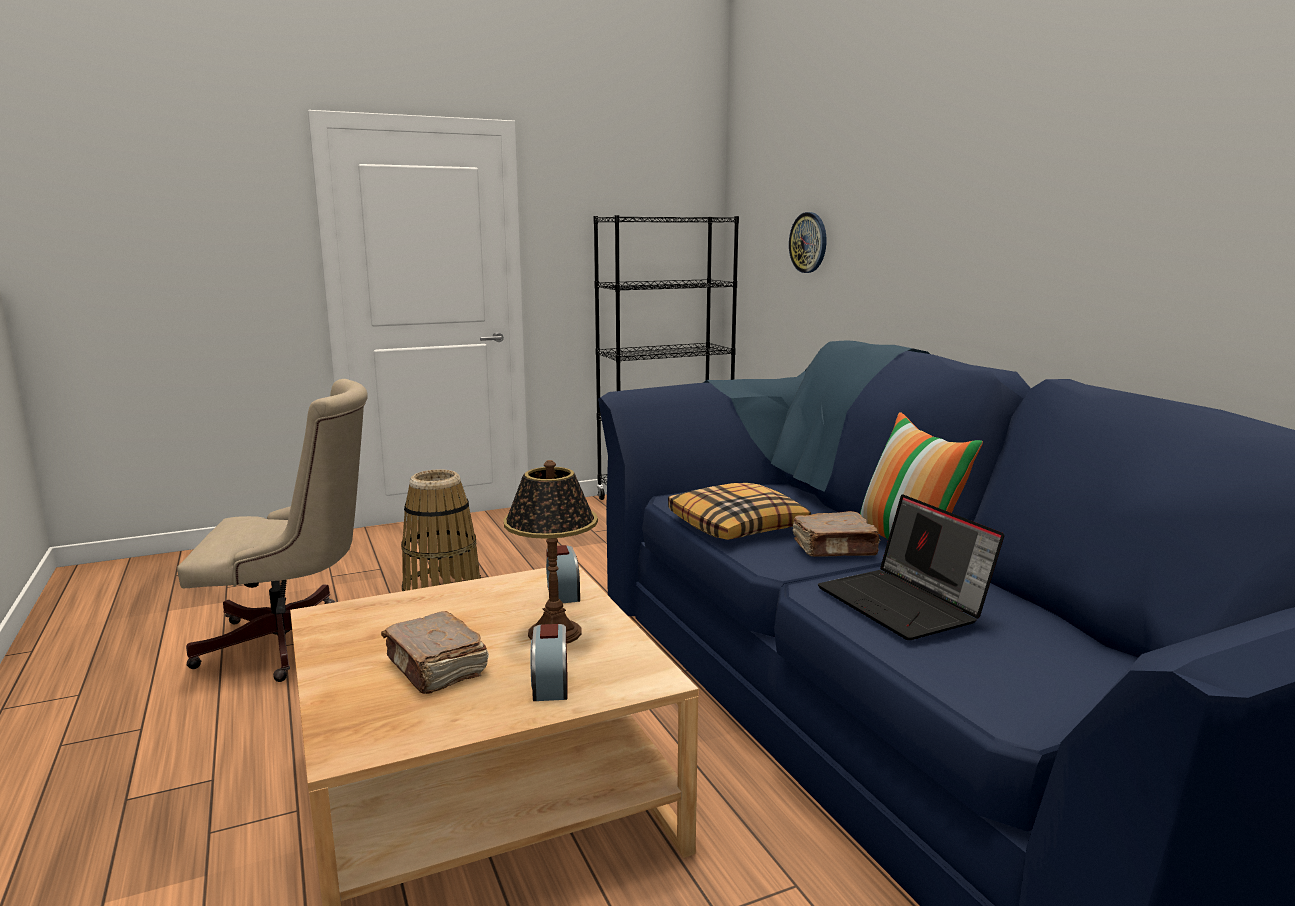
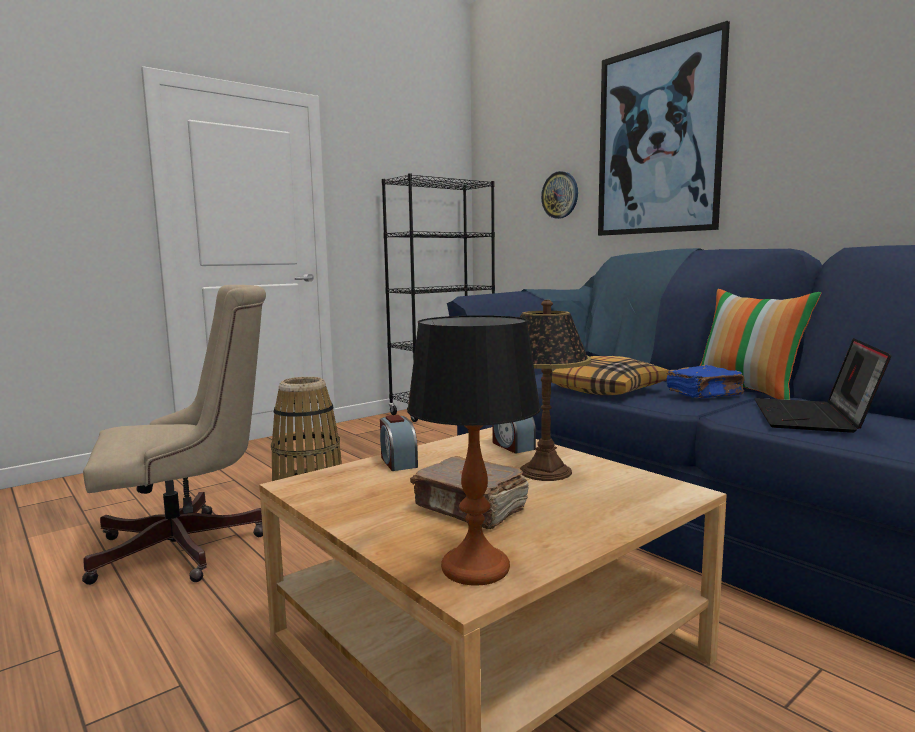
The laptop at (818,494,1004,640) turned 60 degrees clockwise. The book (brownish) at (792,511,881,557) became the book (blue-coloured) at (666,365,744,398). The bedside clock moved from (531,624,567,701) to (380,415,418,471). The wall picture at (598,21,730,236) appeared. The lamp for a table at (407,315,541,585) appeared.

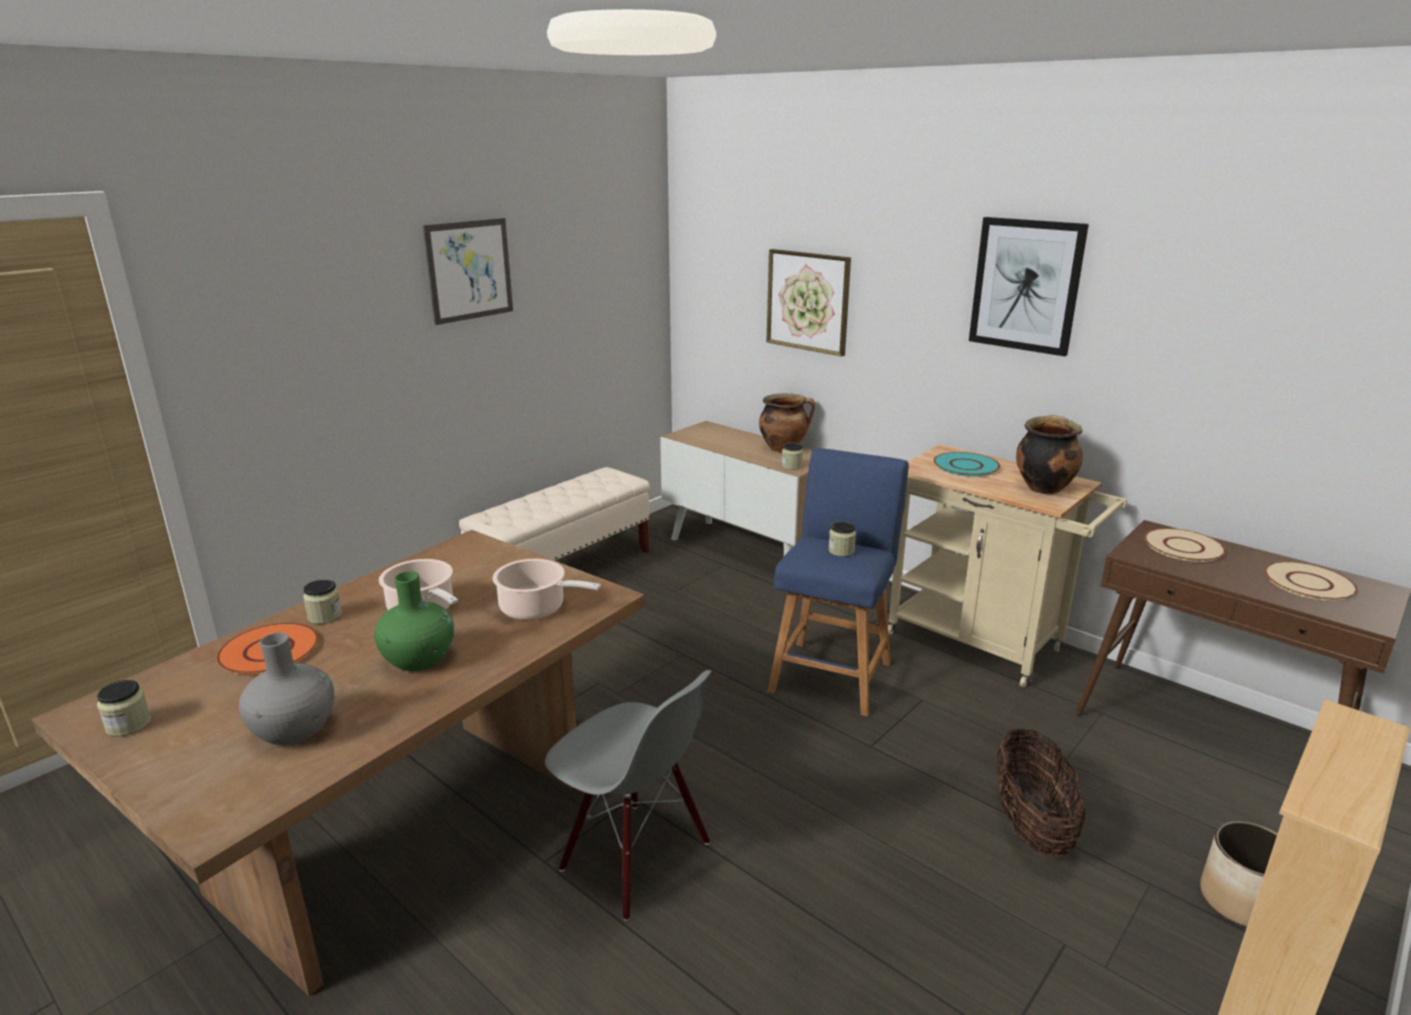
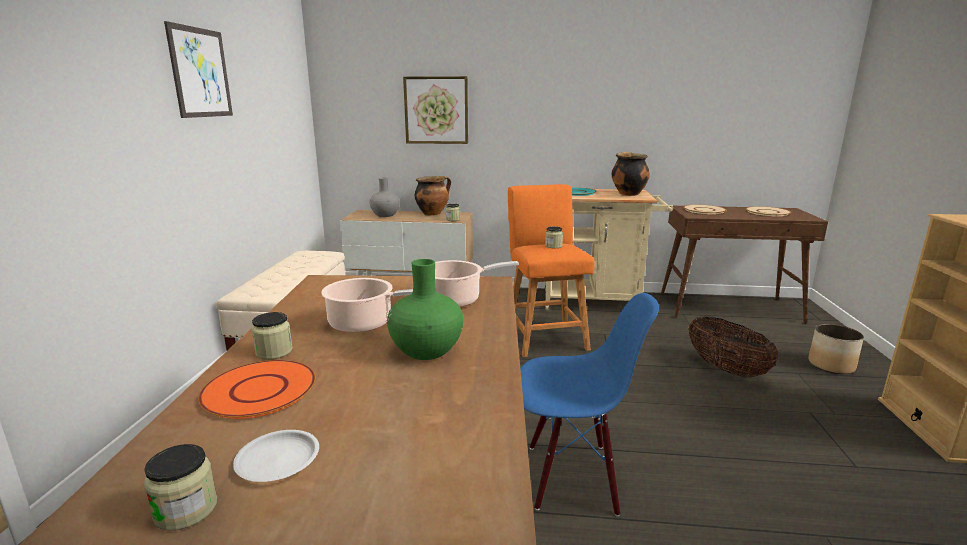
The wall picture at (969,217,1089,356) disappeared. The stool (blue-coloured) at (767,448,909,716) became the stool (orange) at (508,184,595,357). The flower vase (gray) moved from (239,633,334,745) to (370,178,400,217). The upright chair (gray) at (545,670,712,921) became the upright chair (blue-coloured) at (520,293,659,516). The flat dish (white) at (233,430,319,482) appeared.

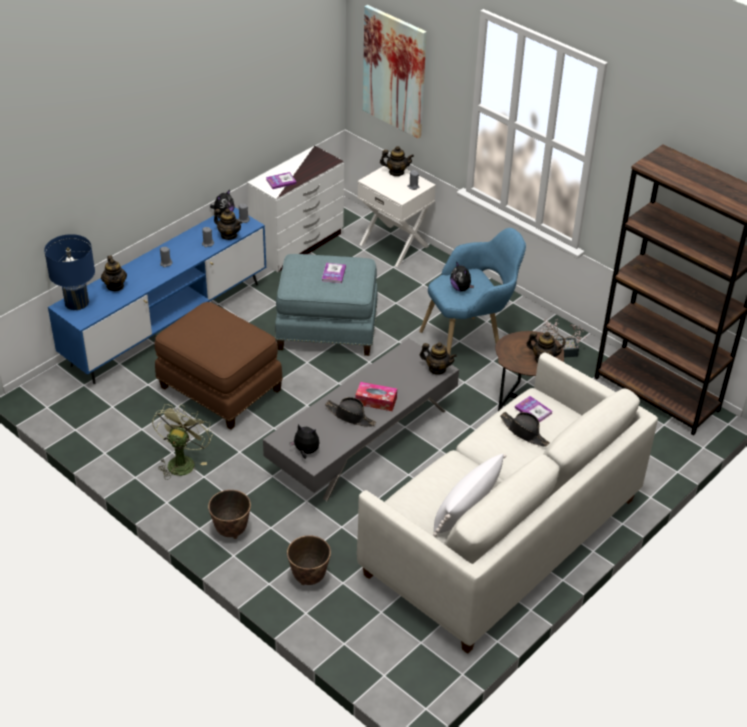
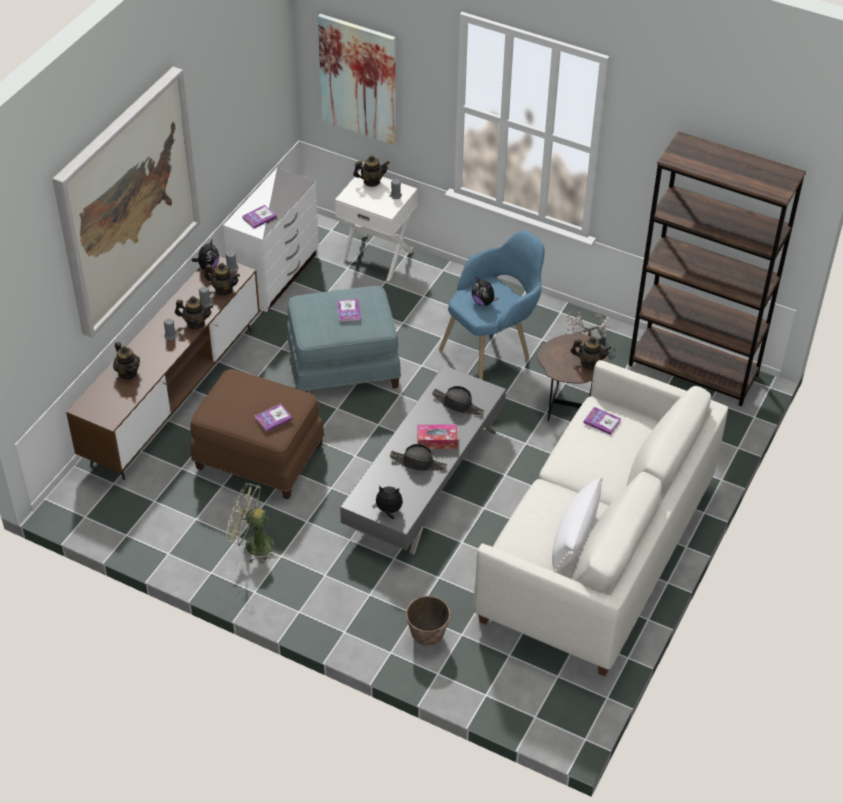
The tv unit (blue-coloured) at (48,207,266,384) became the tv unit (brownish) at (66,256,260,480). The lamp for a table (blue-coloured) at (44,234,95,310) disappeared. The teapot moved from (420,342,457,375) to (175,296,213,329). The cooling fan (green) at (152,404,213,480) turned 75 degrees counterclockwise. The hat (black) moved from (500,412,550,447) to (432,386,484,415). The planter at (208,490,251,539) disappeared. The wall picture at (52,67,200,338) appeared. The book at (255,404,293,432) appeared.

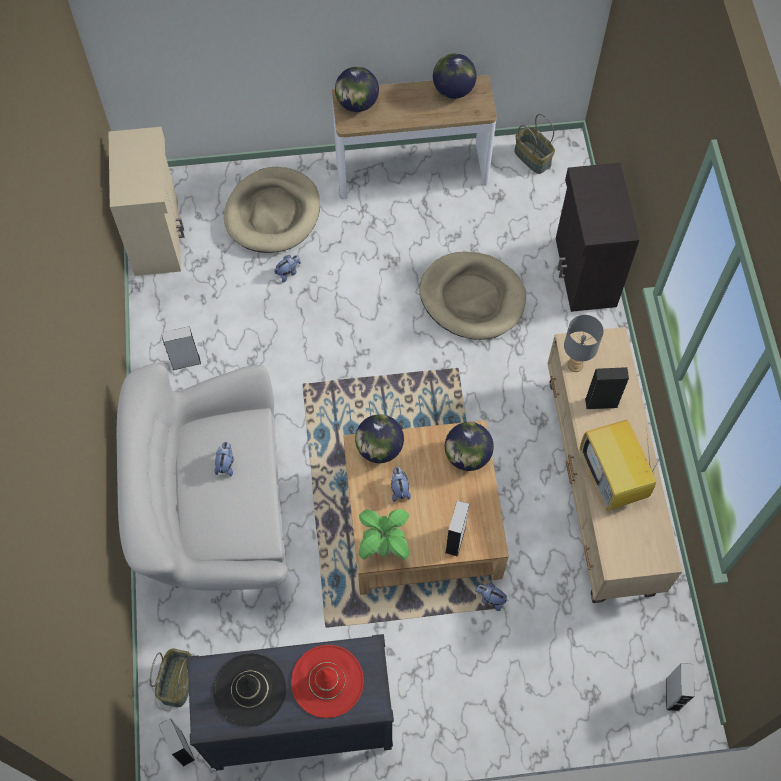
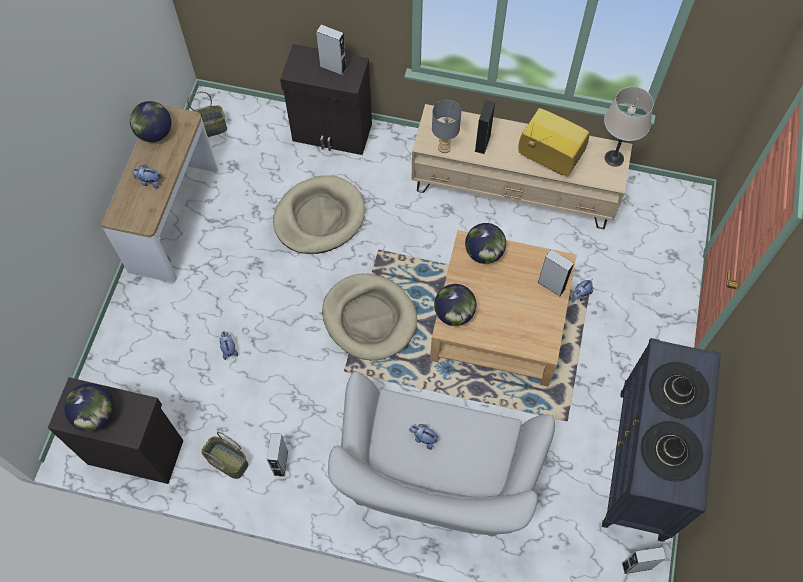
The globe moved from (335,67,379,112) to (64,383,114,431). The cabinet (sand-coloured) at (109,127,184,276) became the cabinet (black) at (48,377,183,484). The pet bed (sand-coloured) moved from (224,167,320,253) to (322,273,417,360). The TV set at (580,419,662,511) turned 150 degrees counterclockwise. The soft toy moved from (391,467,411,502) to (133,165,162,189). The houseplant at (359,509,409,560) disappeared. The hat (red) at (291,645,364,718) became the hat (black) at (649,362,710,419). The storage basket moved from (150,649,192,707) to (201,432,248,479). The speaker (gray) moved from (666,663,694,711) to (316,25,347,76). The lamp for a table (sand-coloured) at (604,87,654,167) appeared.

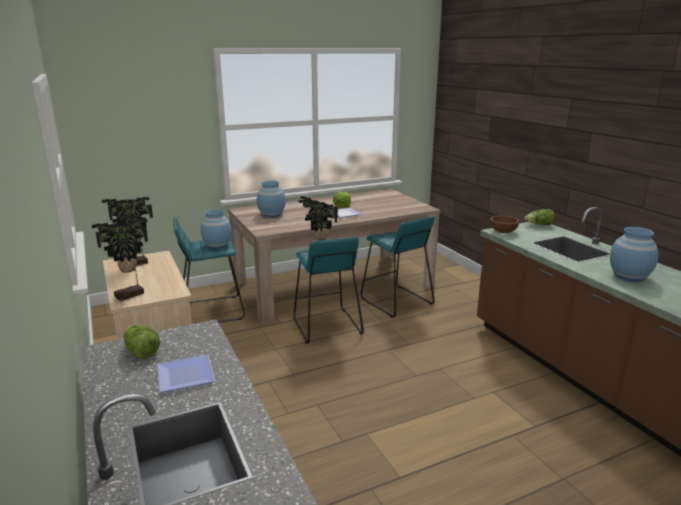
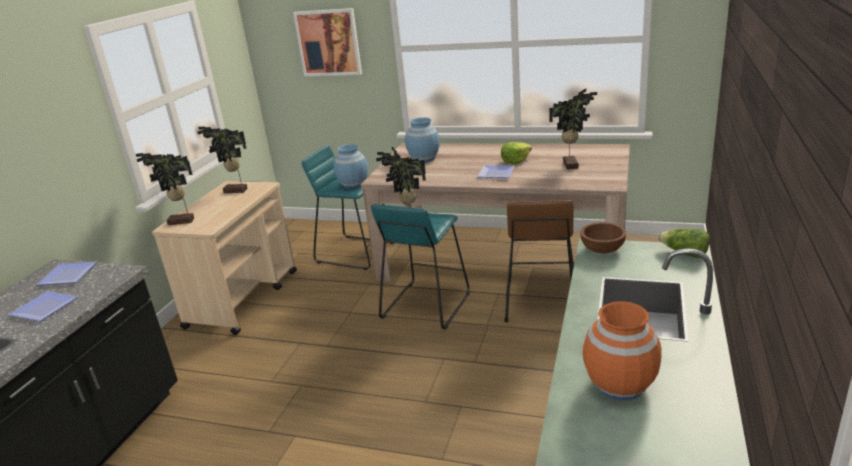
The stool (turquoise-coloured) at (361,216,435,318) became the stool (brownish) at (504,200,574,322). The flower vase (blue-coloured) at (610,227,658,282) became the flower vase (orange) at (583,301,662,400). The lettuce at (124,325,160,359) was replaced by the flat dish at (36,262,97,285). The wall picture at (293,8,362,76) appeared. The houseplant at (549,89,597,169) appeared.

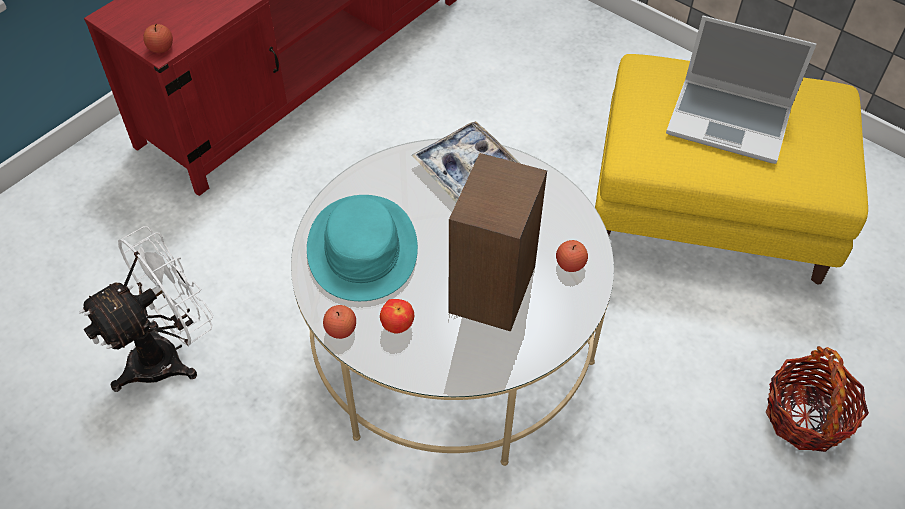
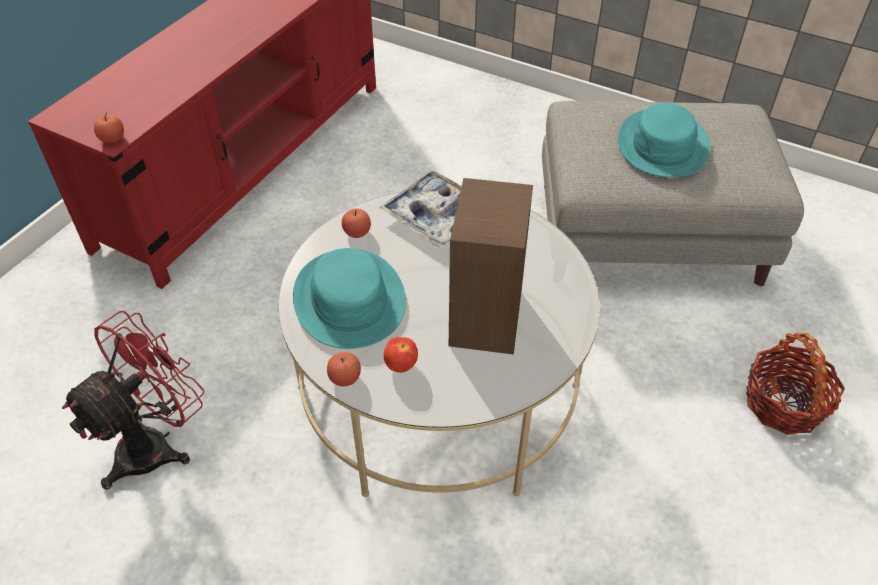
The laptop at (666,16,817,164) was replaced by the hat (turquoise-coloured) at (618,103,710,178). The pouffe (yellow) at (595,54,868,284) became the pouffe (gray) at (542,101,804,286). The cooling fan (white) at (79,226,213,392) became the cooling fan (red) at (62,311,205,490). The apple fruit moved from (556,240,588,272) to (342,209,371,238).

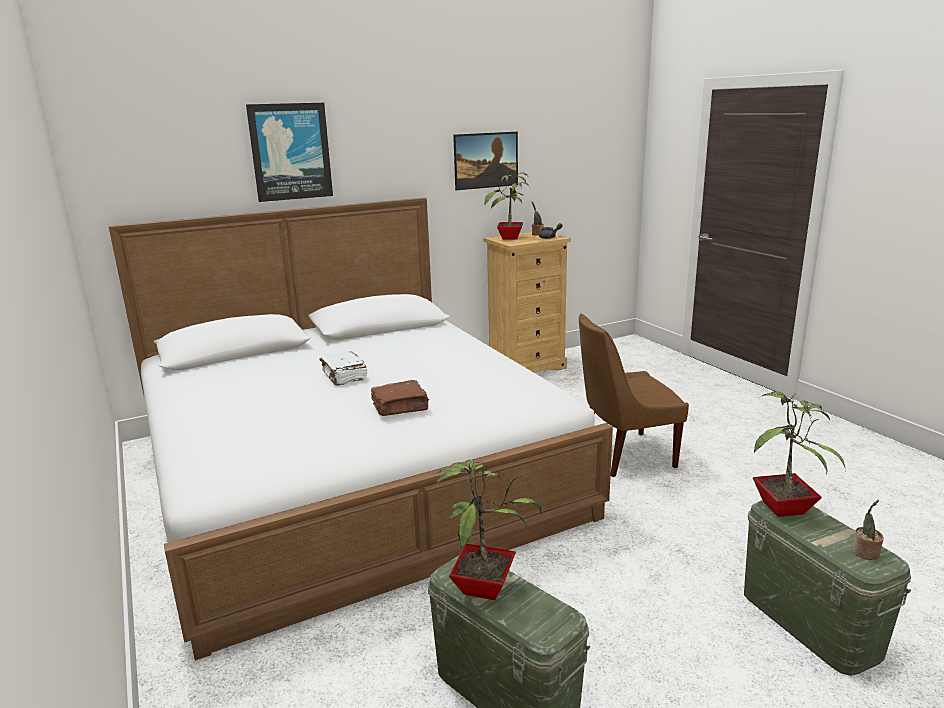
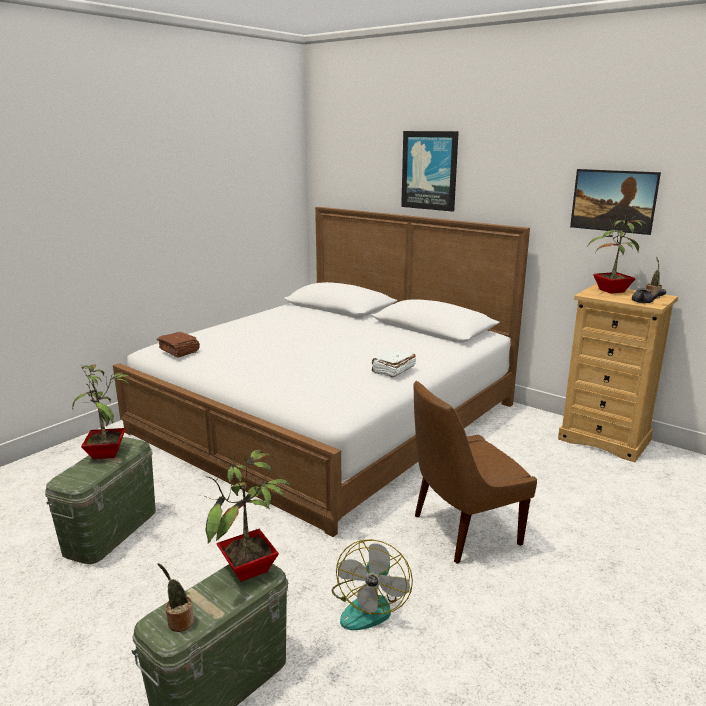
The upright chair (brownish) at (579,313,689,477) turned 75 degrees counterclockwise. The book (white) moved from (320,351,368,386) to (372,349,416,378). The book (brownish) moved from (371,380,429,416) to (157,332,200,357). The cooling fan at (332,539,413,630) appeared.

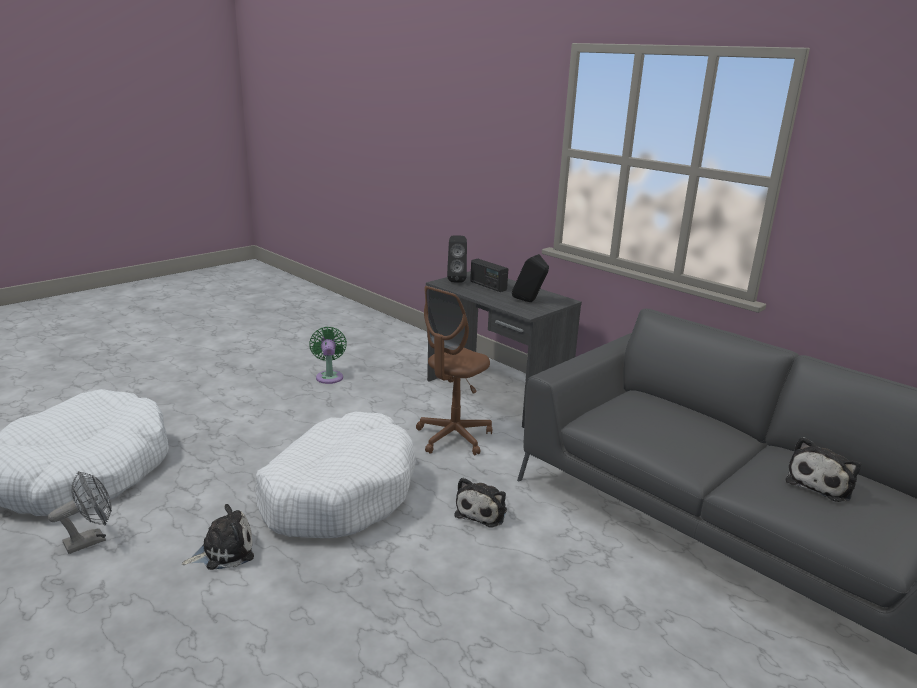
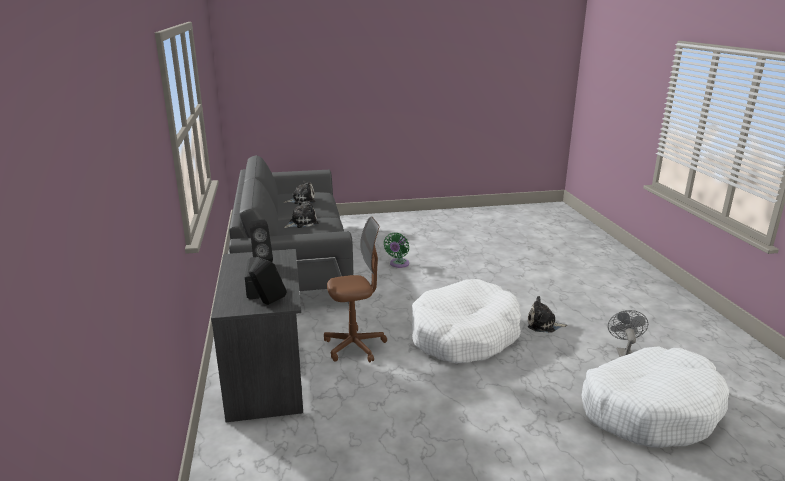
The cooling fan (green) moved from (309,327,347,384) to (384,233,409,268). The cooling fan (gray) at (48,471,112,554) turned 105 degrees clockwise. The soft toy moved from (454,478,507,527) to (284,201,319,228).

